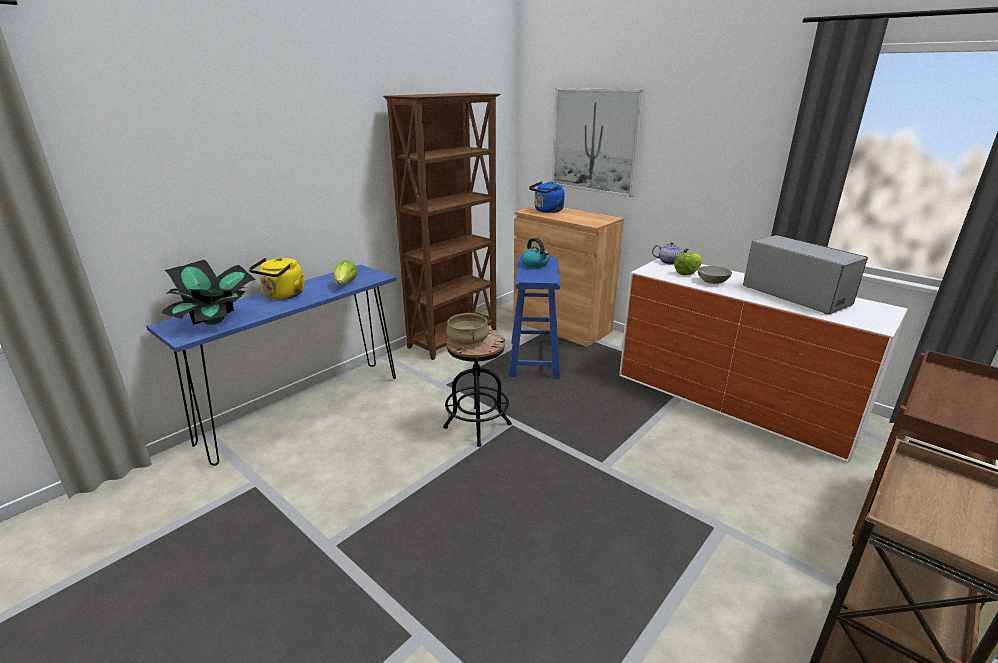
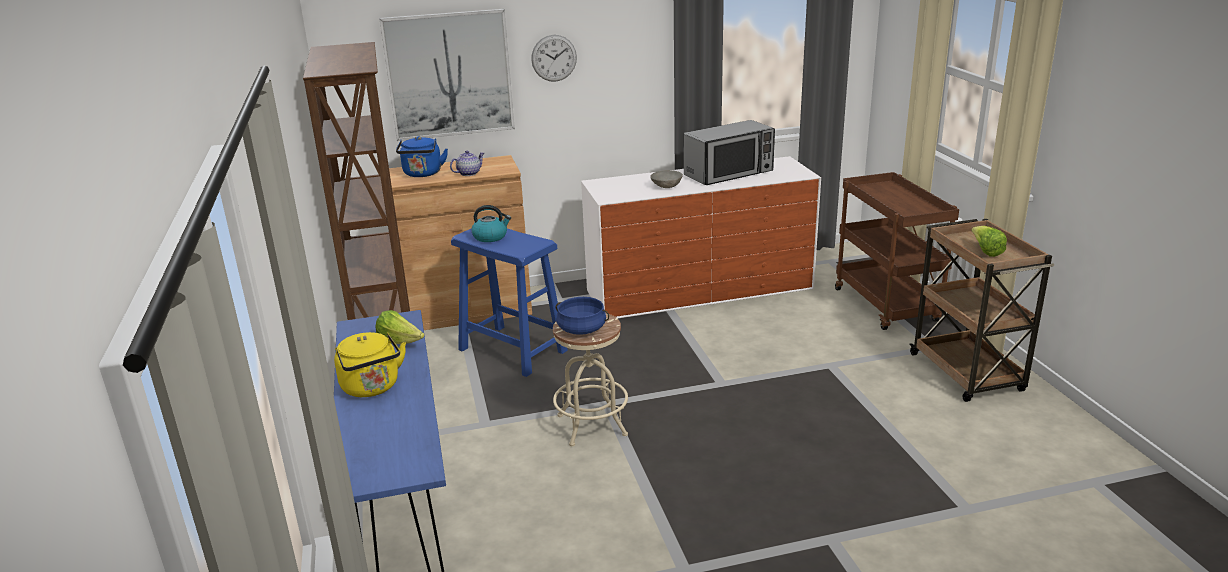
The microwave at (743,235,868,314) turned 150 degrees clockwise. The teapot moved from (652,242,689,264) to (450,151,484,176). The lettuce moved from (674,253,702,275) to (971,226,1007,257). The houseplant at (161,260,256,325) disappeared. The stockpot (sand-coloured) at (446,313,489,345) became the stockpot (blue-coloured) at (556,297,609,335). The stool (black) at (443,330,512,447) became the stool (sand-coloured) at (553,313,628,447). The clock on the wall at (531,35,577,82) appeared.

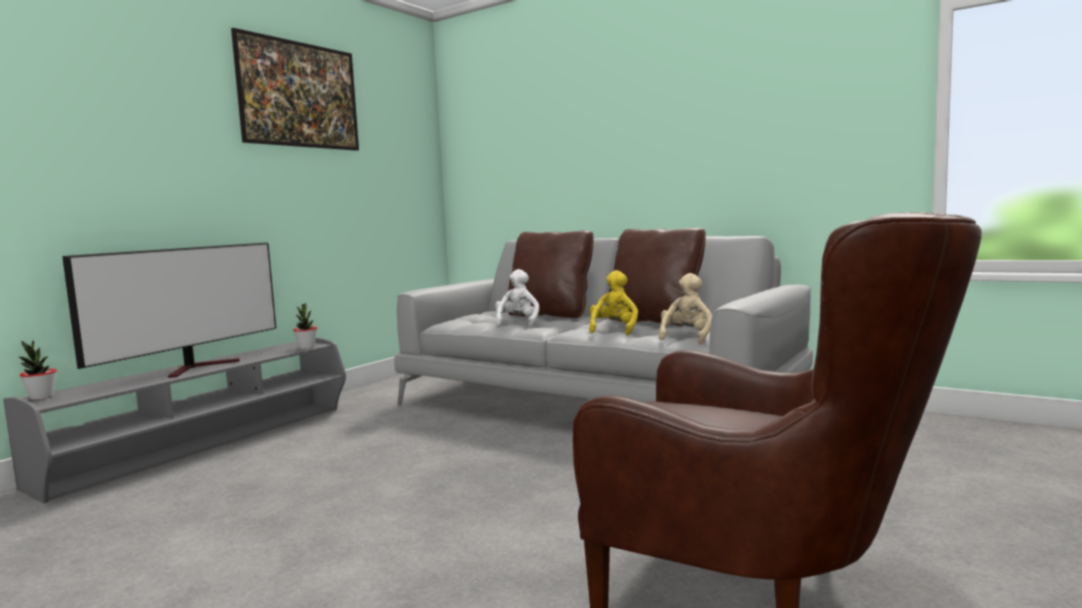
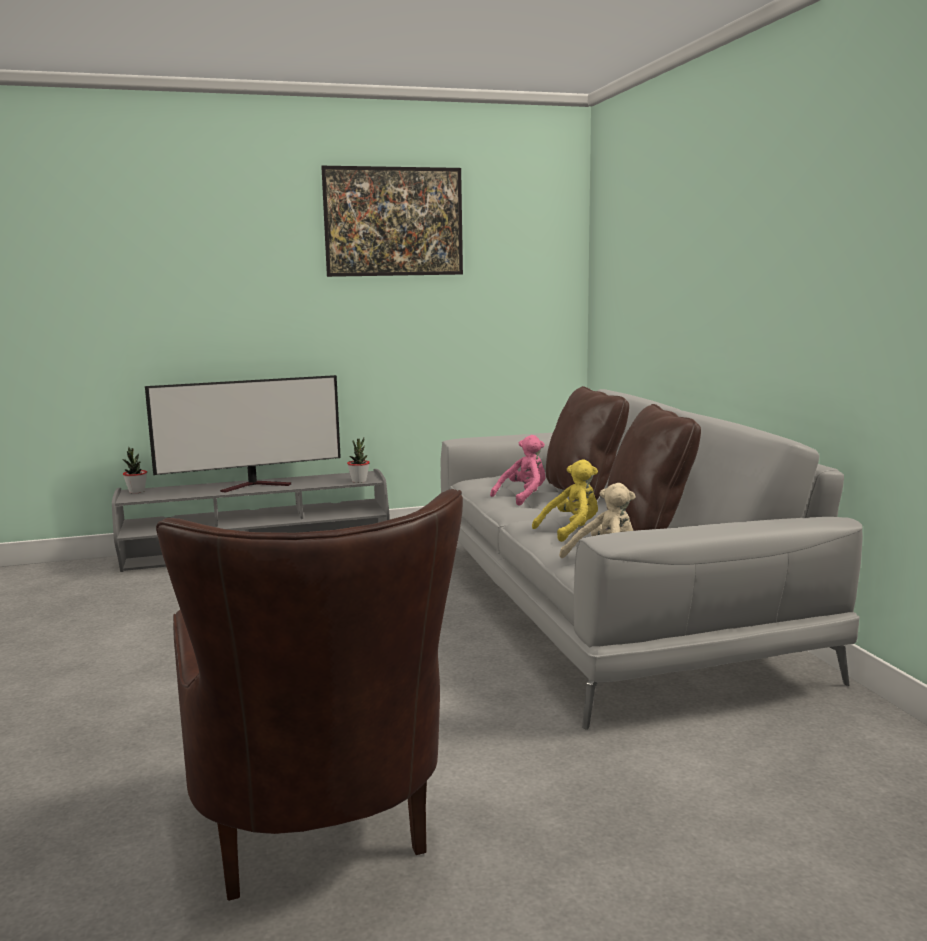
The soft toy (white) at (495,269,539,327) became the soft toy (pink-coloured) at (490,435,546,506).

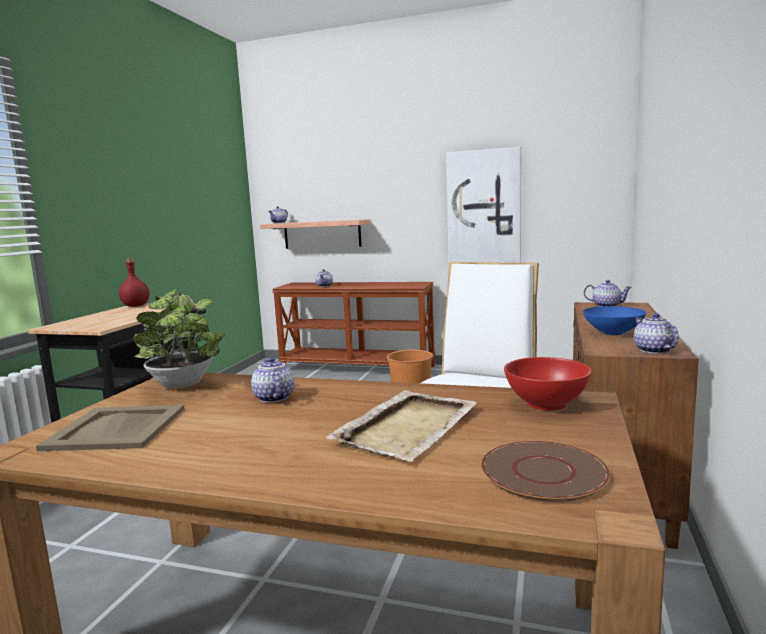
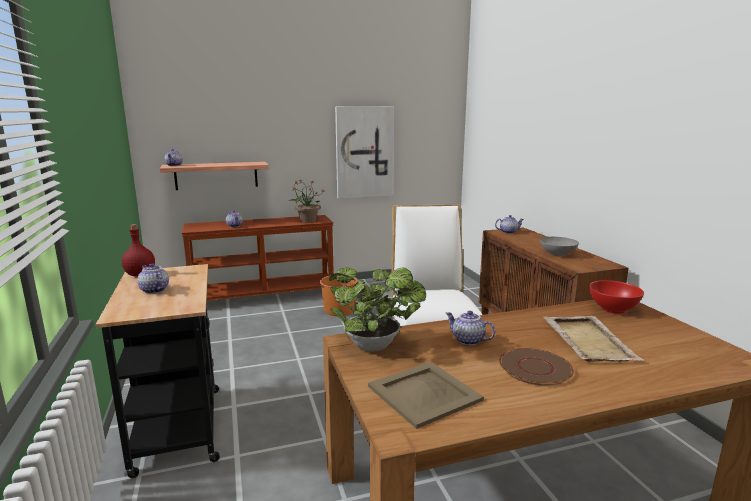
The deep dish (blue-coloured) at (583,306,647,335) became the deep dish (gray) at (540,237,579,256). The teapot moved from (634,313,679,354) to (137,263,169,294). The flat dish (brownish) moved from (481,441,611,502) to (499,348,574,386). The houseplant at (288,179,325,223) appeared.

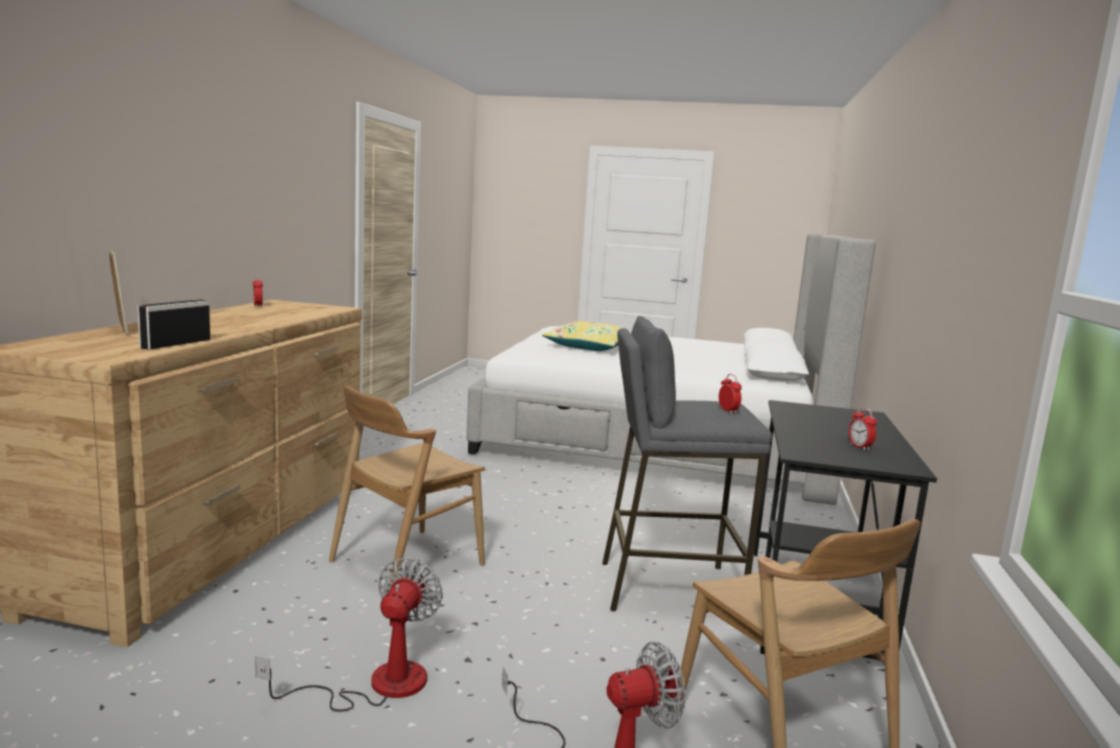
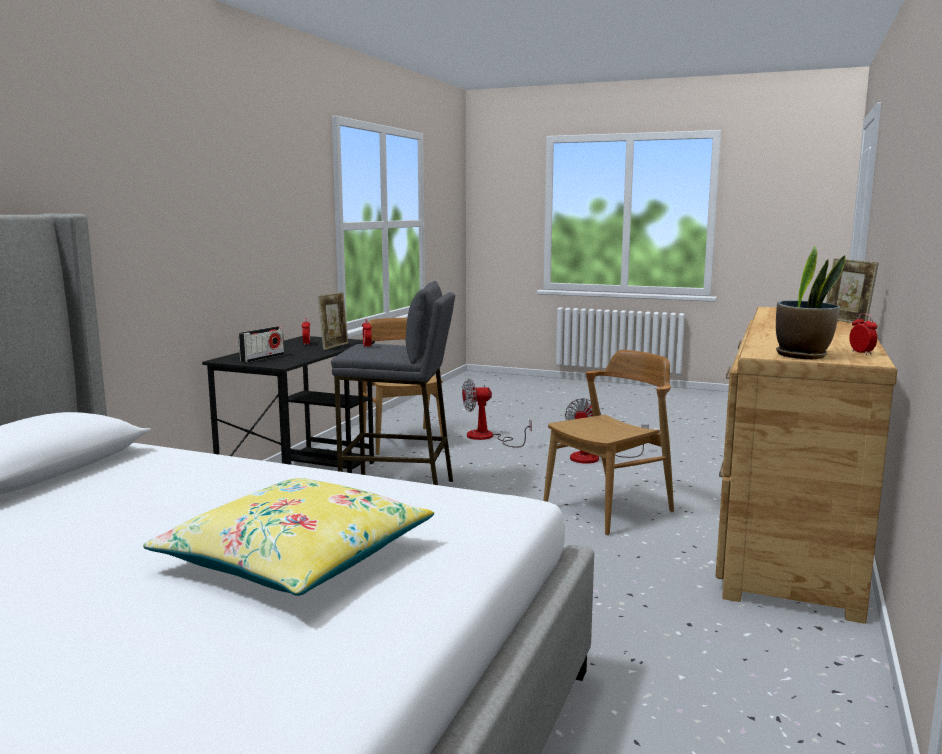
The radio moved from (137,299,210,350) to (238,326,284,363). The houseplant at (776,246,846,359) appeared. The standing frame at (318,292,348,350) appeared.

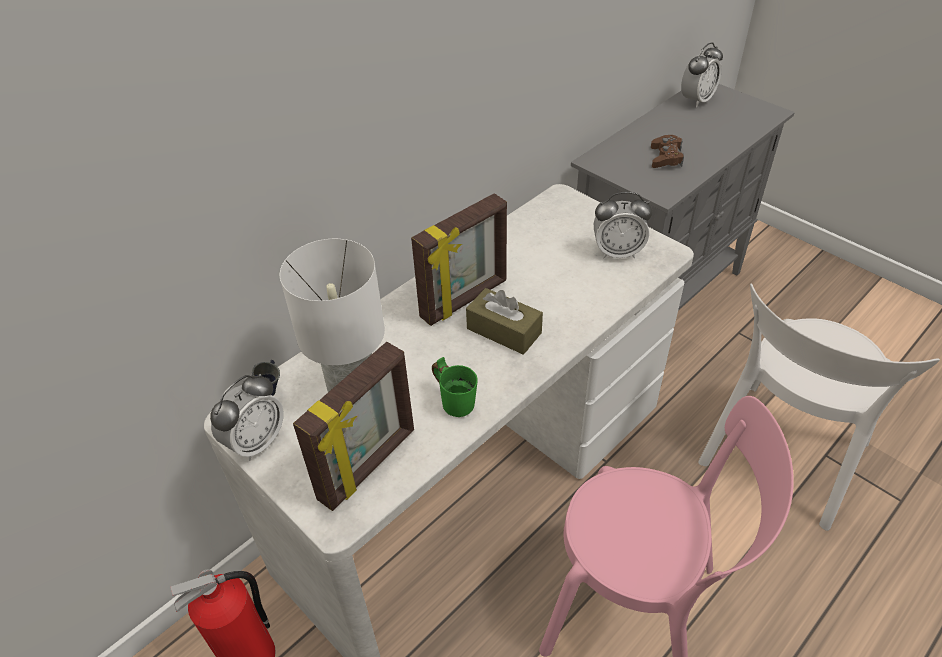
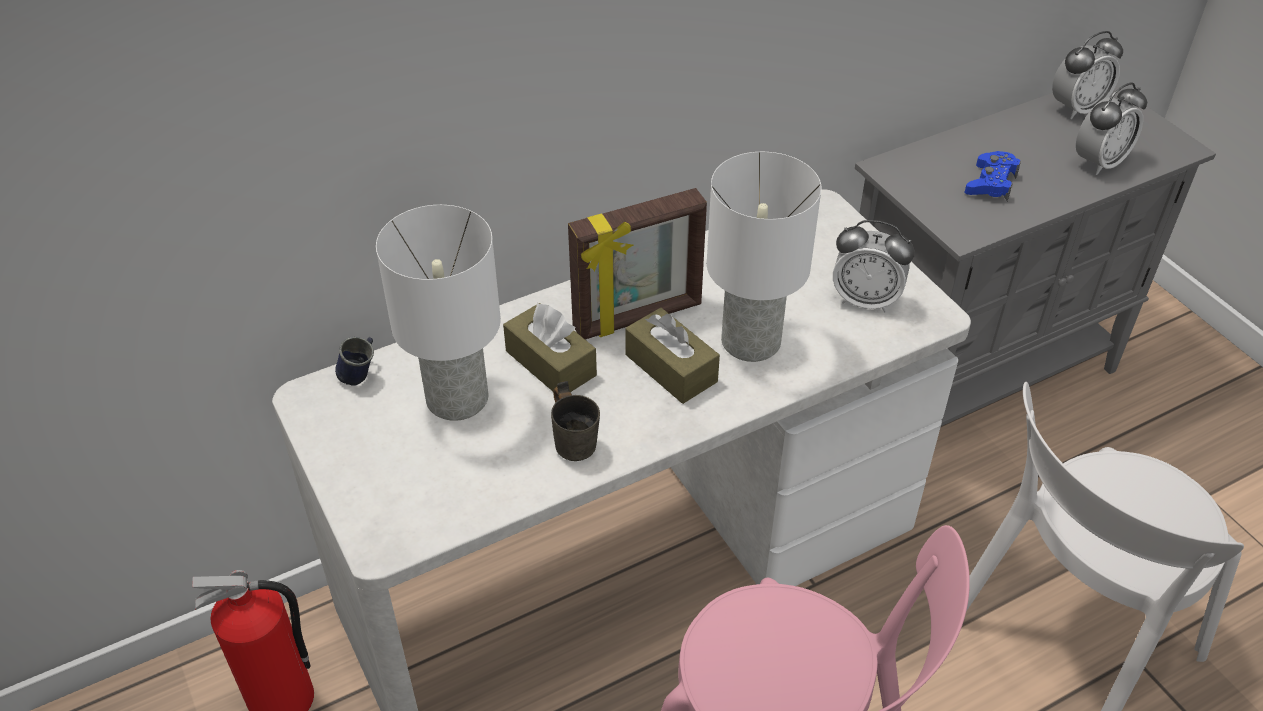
The game controller (brownish) at (651,135,684,168) became the game controller (blue-coloured) at (964,151,1021,201). The standing frame at (293,342,414,511) disappeared. The tea mug (green) at (432,357,478,417) became the tea mug (gray) at (551,381,600,461). The bedside clock moved from (210,374,284,461) to (1076,82,1147,175). The lamp for a table (white) at (707,152,822,362) appeared. The tissue box (brownish) at (503,303,597,392) appeared.

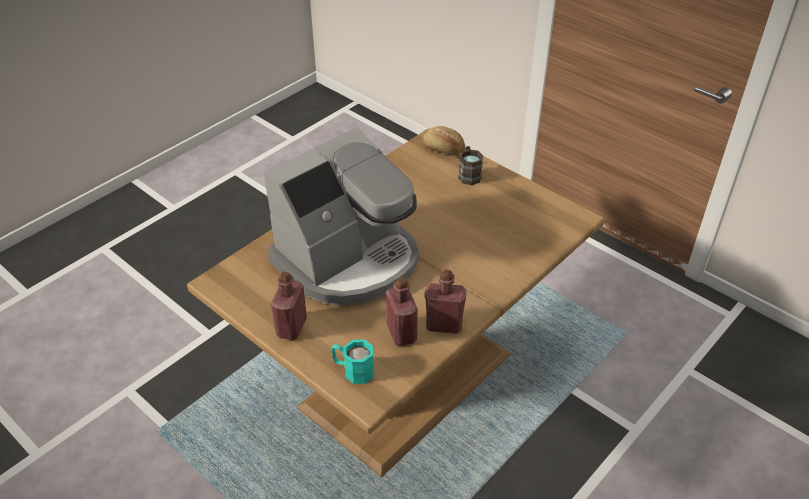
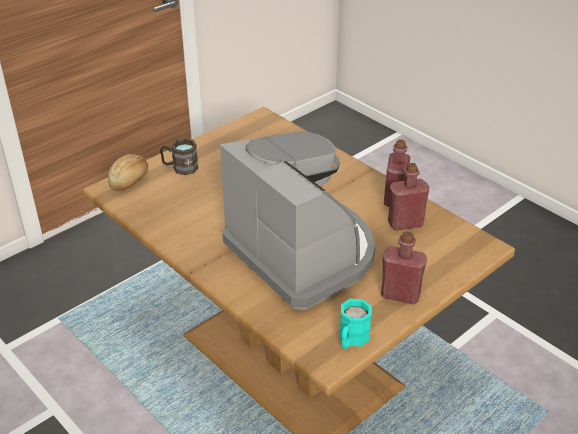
The tea mug (turquoise-coloured) moved from (331,340,374,384) to (339,299,372,349).

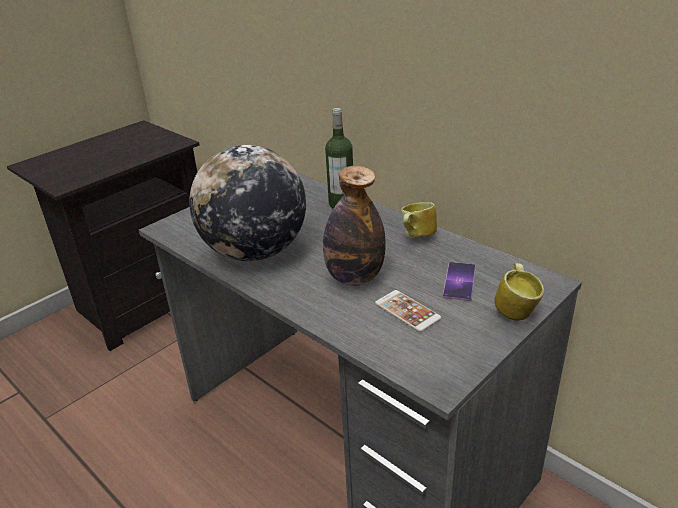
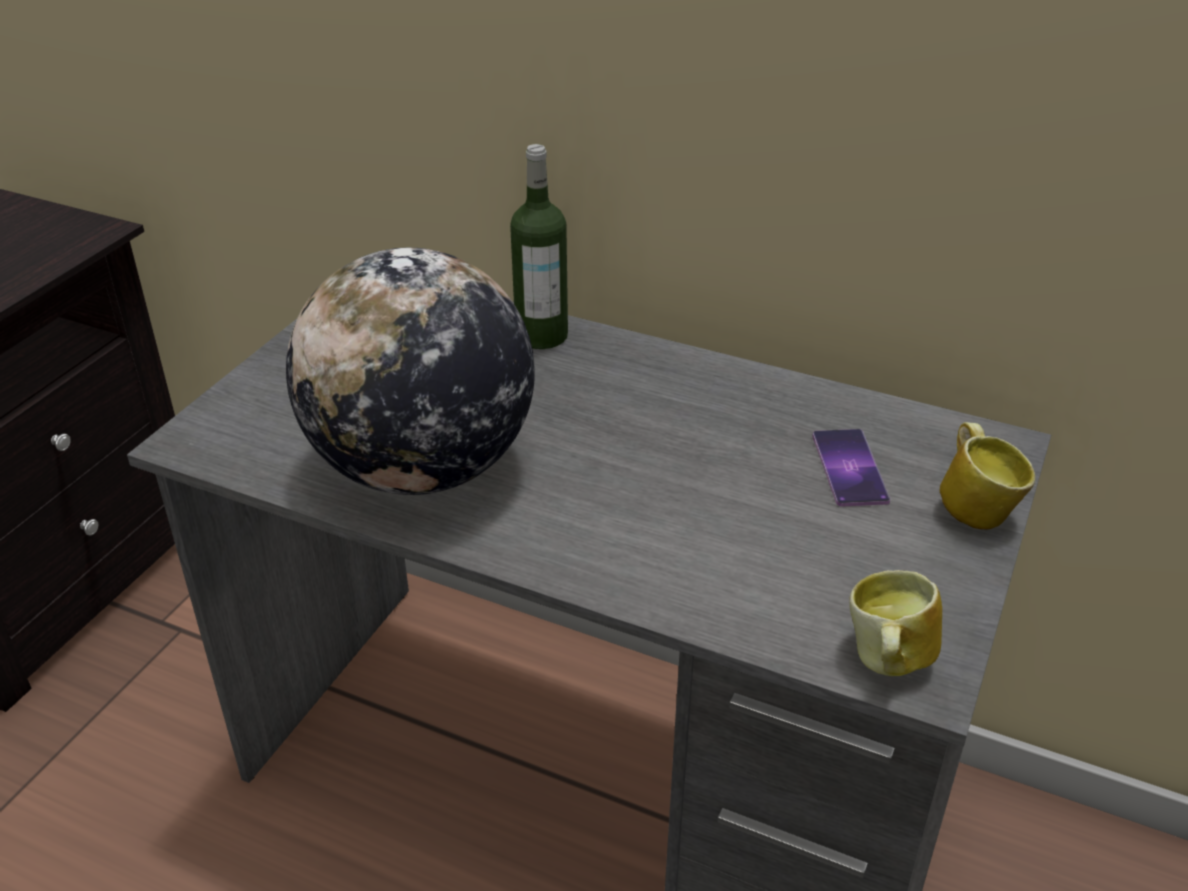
The bottle at (323,166,386,286) disappeared. The tea mug moved from (401,202,437,238) to (849,570,942,676). The telephone at (375,290,441,332) disappeared.

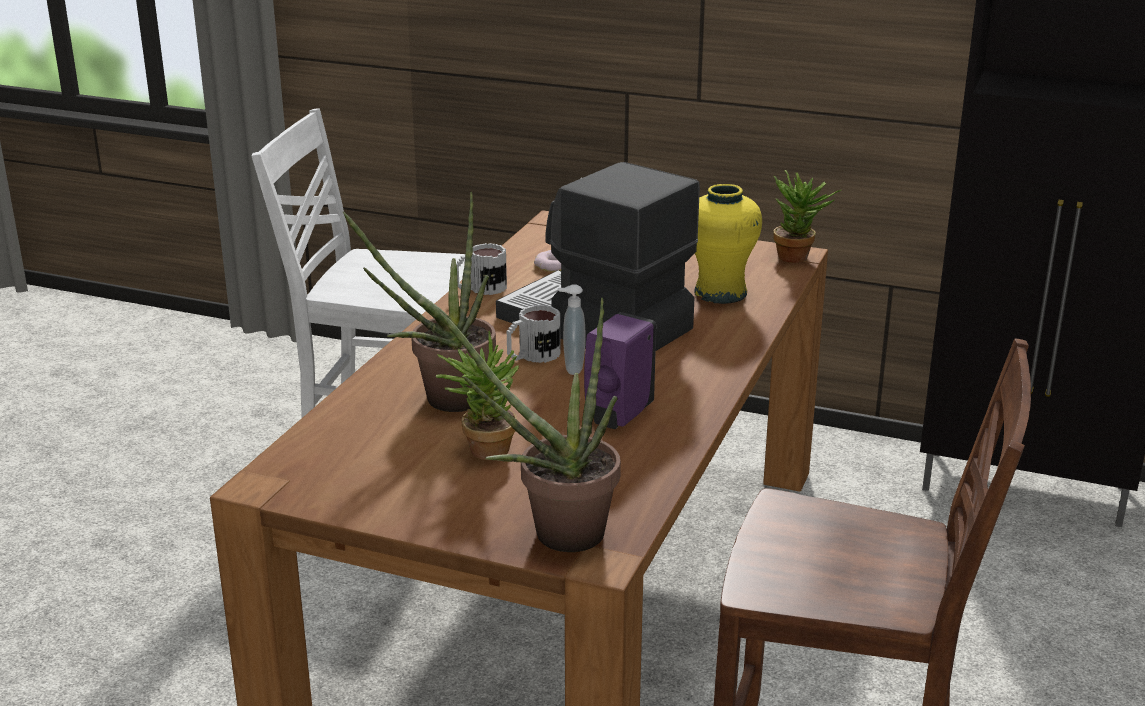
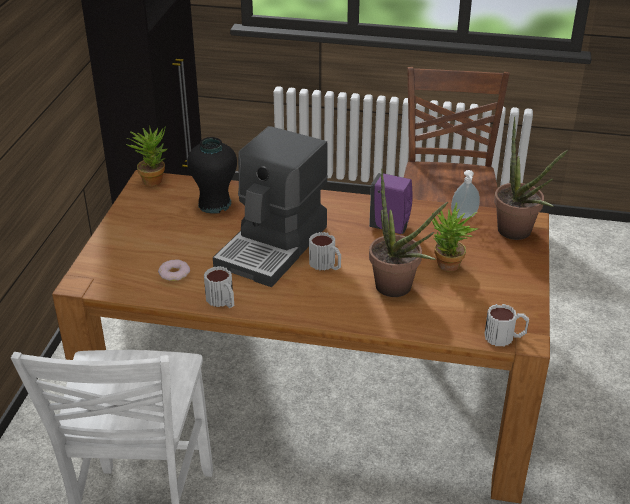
The flower vase (yellow) at (694,184,762,304) became the flower vase (black) at (188,137,237,214). The liquid soap bottle moved from (558,284,586,375) to (451,170,480,219). The tea mug at (485,304,529,346) appeared.

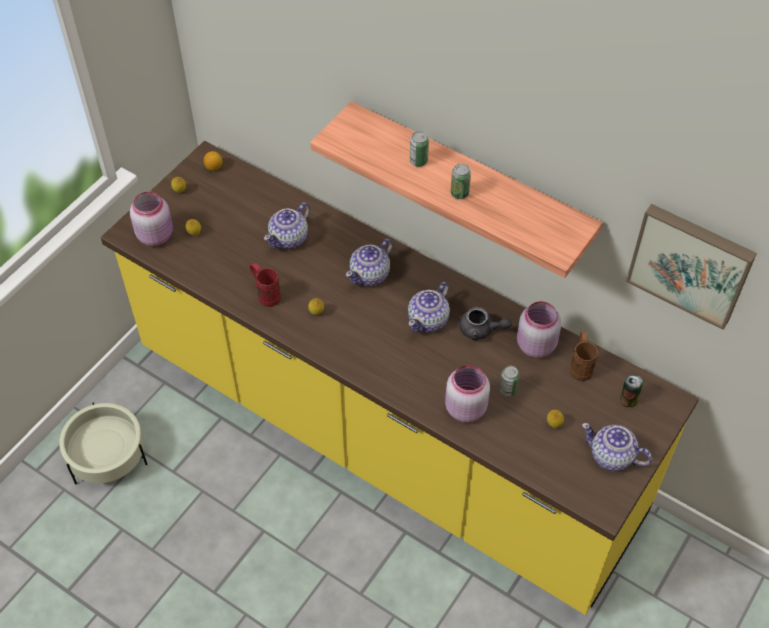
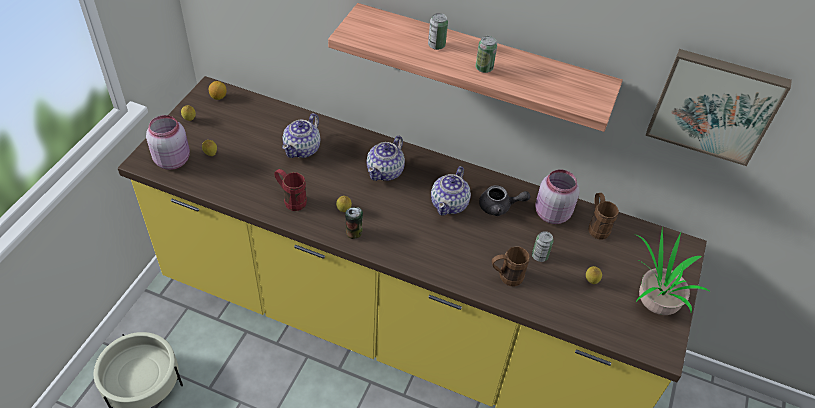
The jar (pink-coloured) at (445,365,490,422) was replaced by the tea mug (brownish) at (492,247,530,286). The sealed can moved from (620,376,643,407) to (345,207,363,239). The teapot at (582,423,652,471) was replaced by the houseplant at (635,228,709,315).

